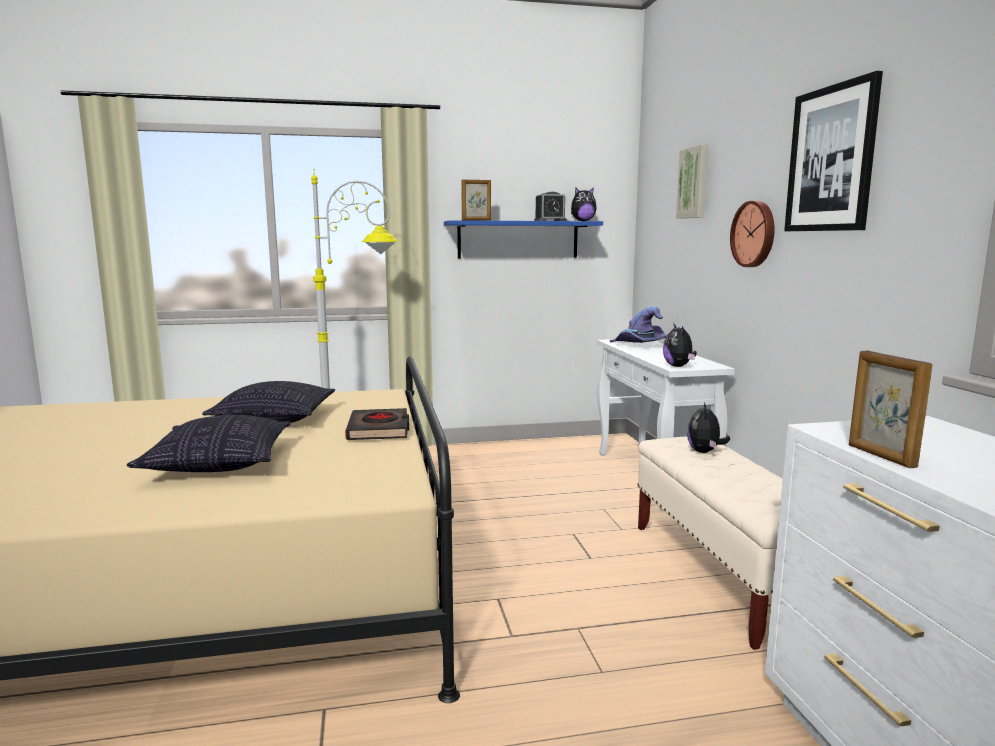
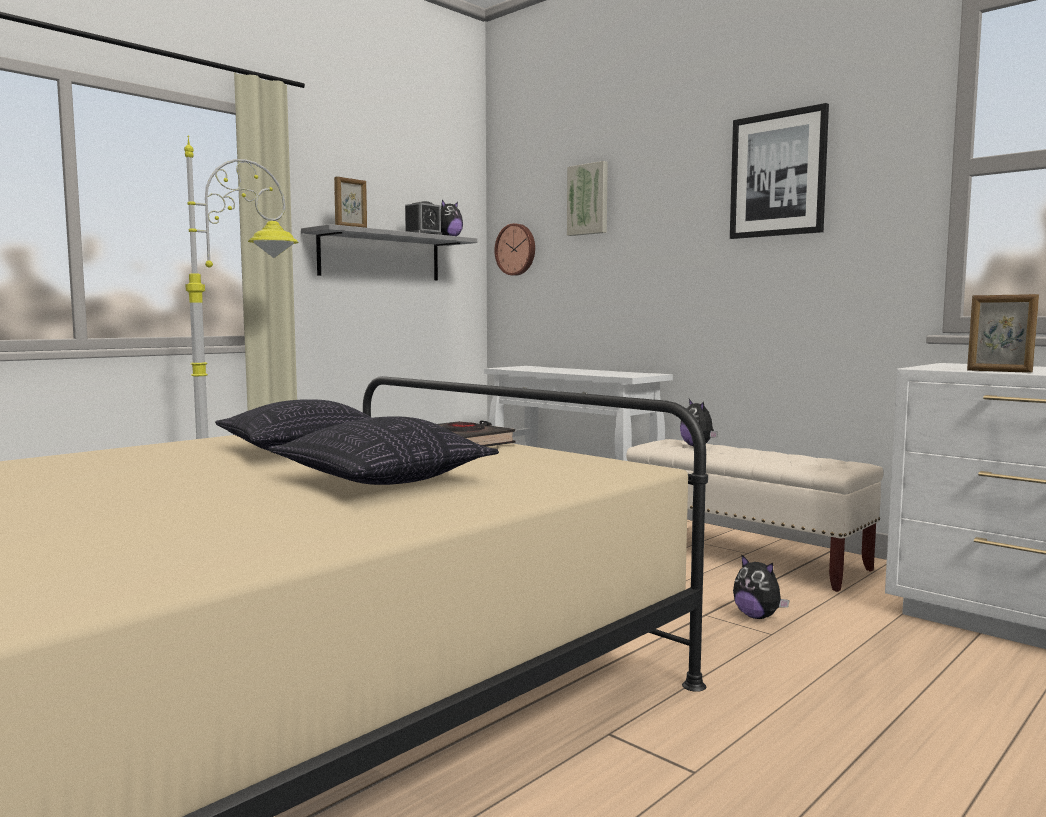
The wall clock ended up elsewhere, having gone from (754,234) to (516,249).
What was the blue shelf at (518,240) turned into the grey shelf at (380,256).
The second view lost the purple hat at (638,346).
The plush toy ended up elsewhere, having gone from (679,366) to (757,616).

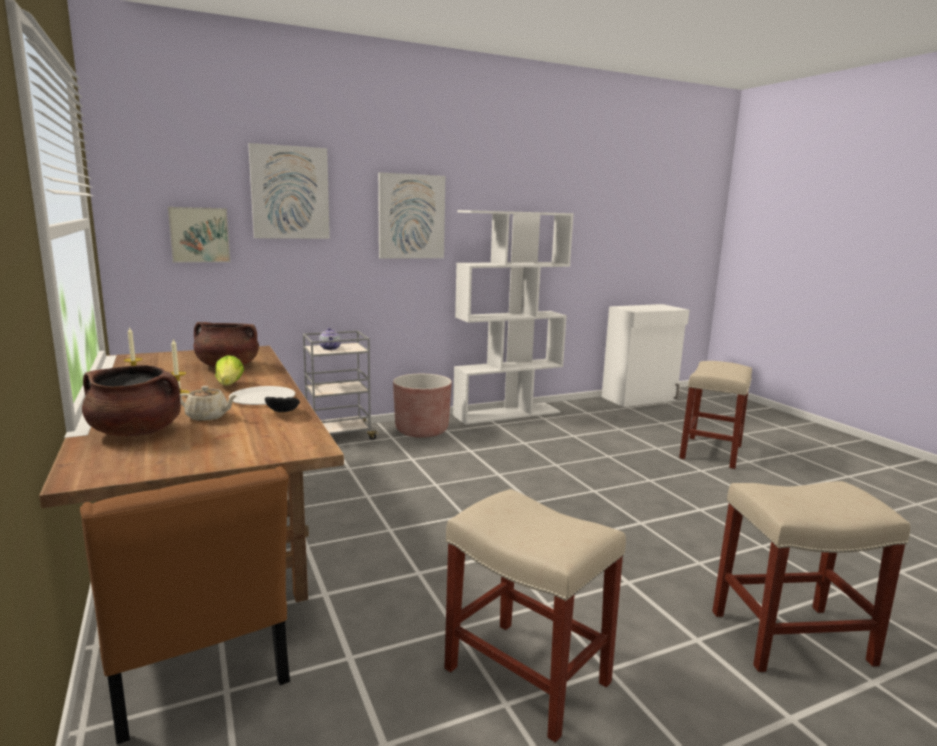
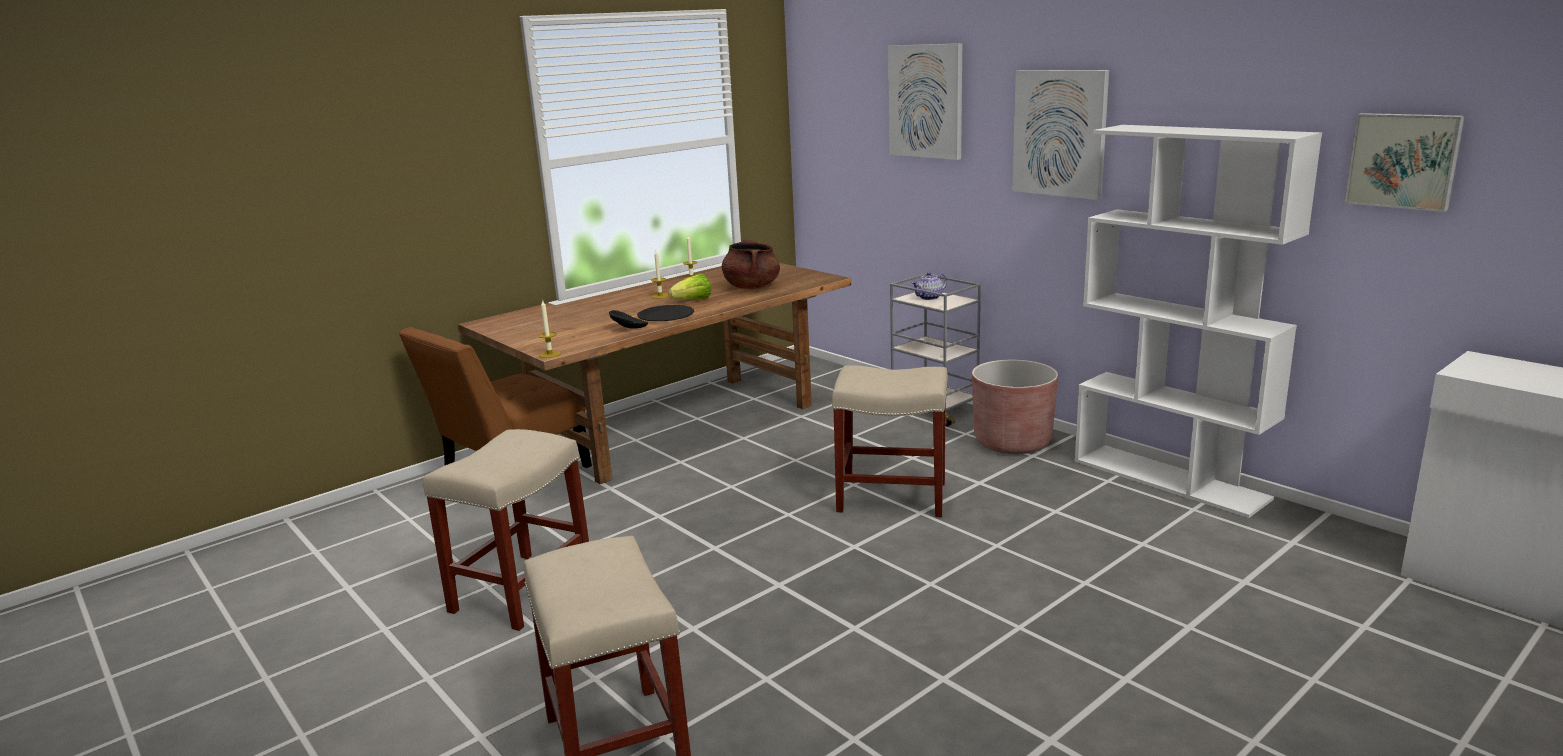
The picture ended up elsewhere, having gone from (199,234) to (1404,160).
The beige stool ended up elsewhere, having gone from (710,451) to (893,497).
The second view lost the brown cooking pot at (136,432).
The second view lost the beige teapot at (208,417).
What was the white plate at (262,398) turned into the black plate at (665,315).
The second view gained the candle at (550,354).

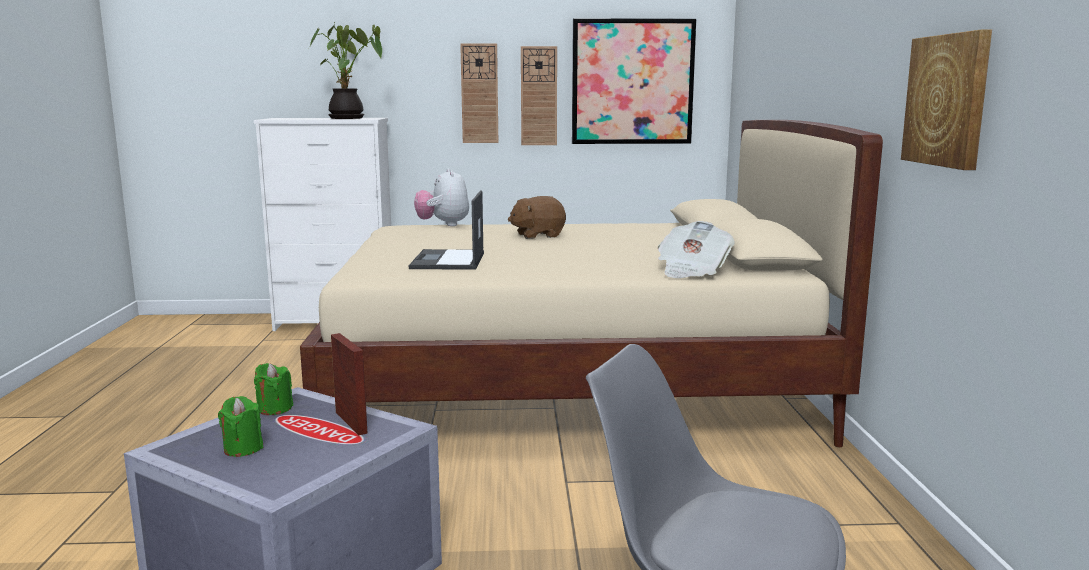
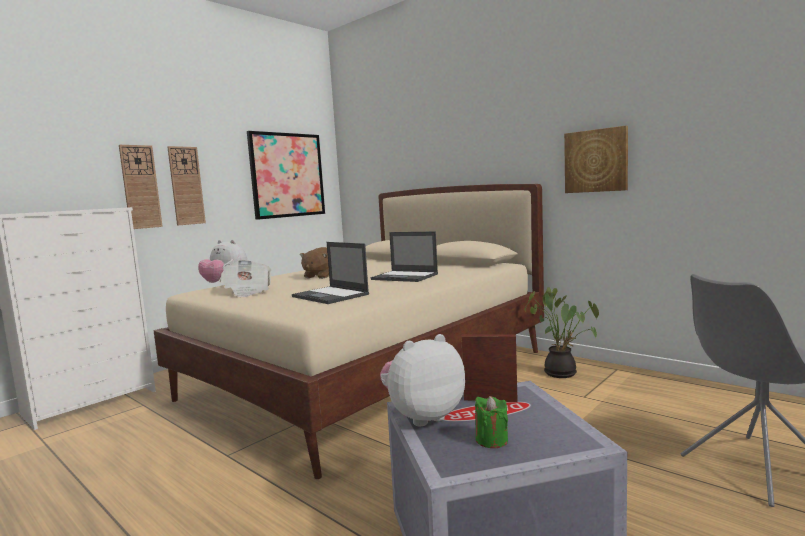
The potted plant ended up elsewhere, having gone from (349,118) to (562,372).
The wall clock ended up elsewhere, having gone from (538,96) to (140,187).
The newspaper ended up elsewhere, having gone from (692,271) to (247,292).
Where the green candle stood at (274,409), the plush toy came to stand at (422,416).
The second view gained the laptop at (405,277).

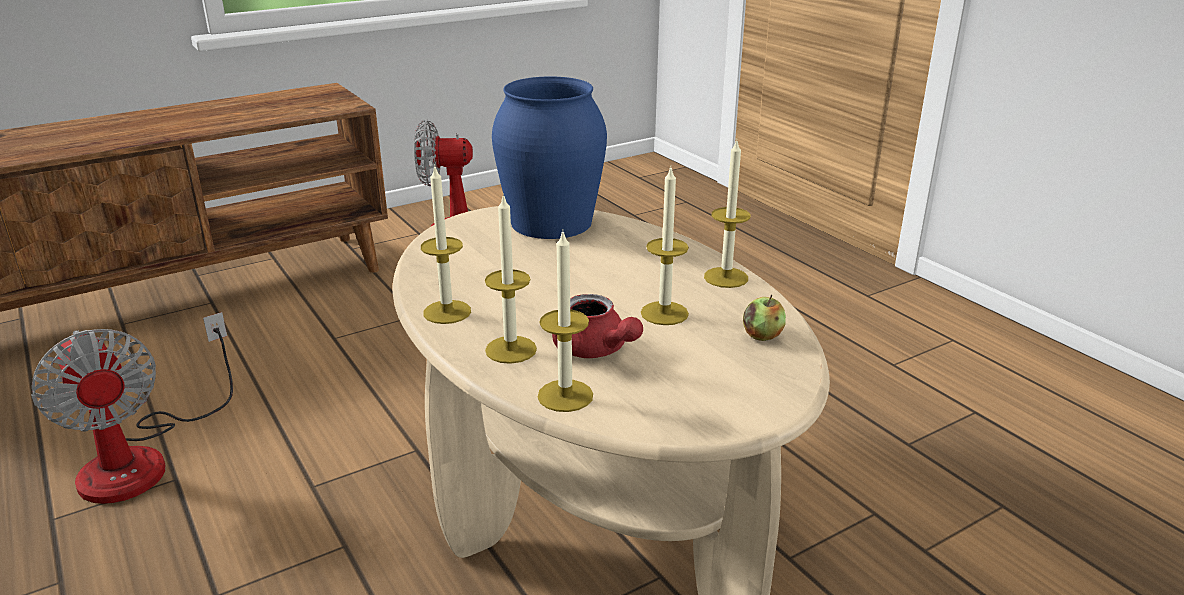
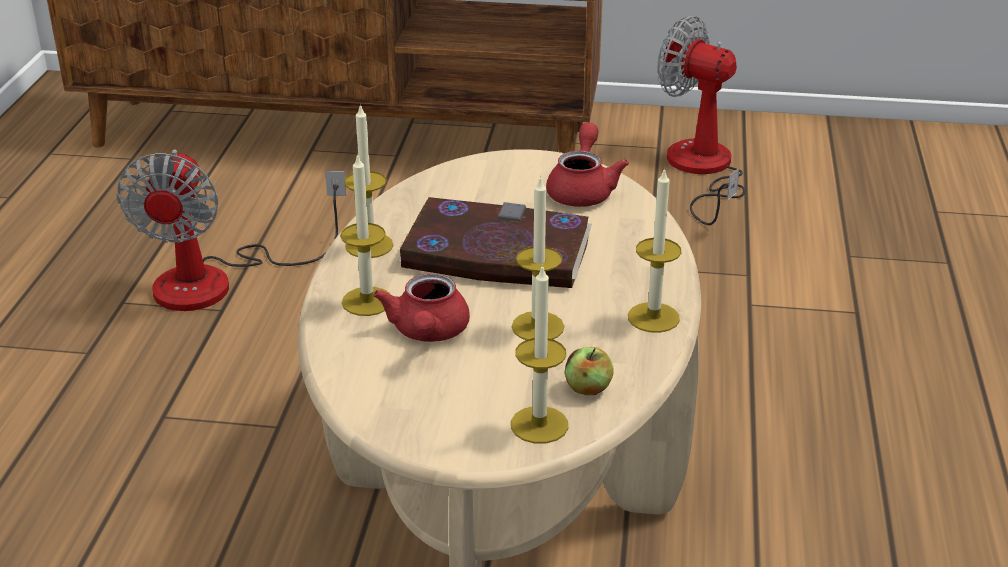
Where the blue vase stood at (550,222), the red teapot came to stand at (582,190).
The candle ended up elsewhere, having gone from (565,395) to (539,425).
The second view gained the book at (495,252).

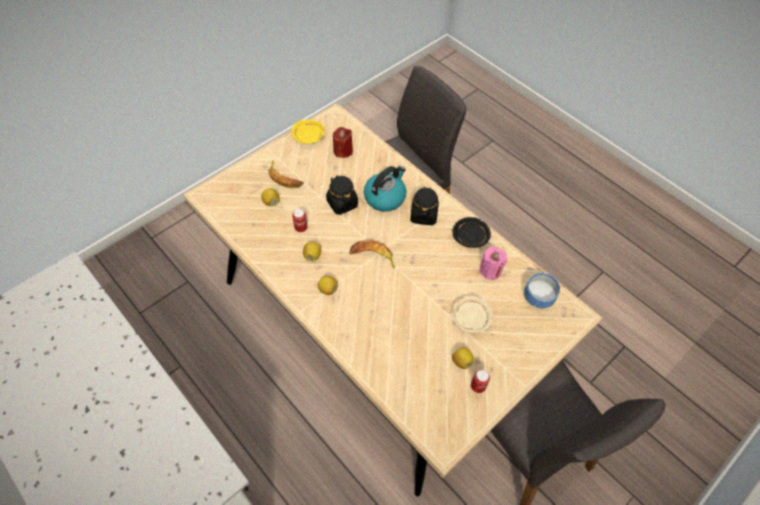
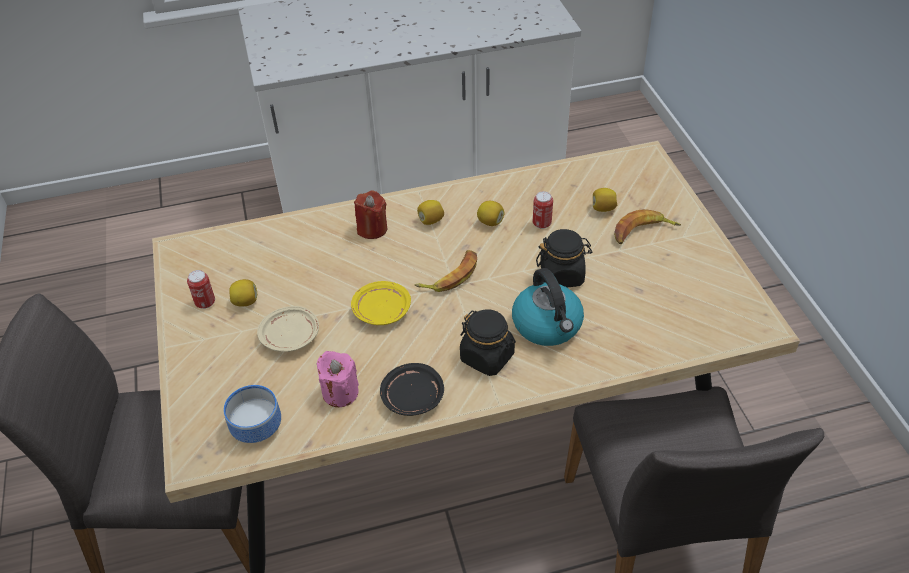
The yellow plate ended up elsewhere, having gone from (308,136) to (381,311).
The red candle ended up elsewhere, having gone from (343,151) to (372,229).

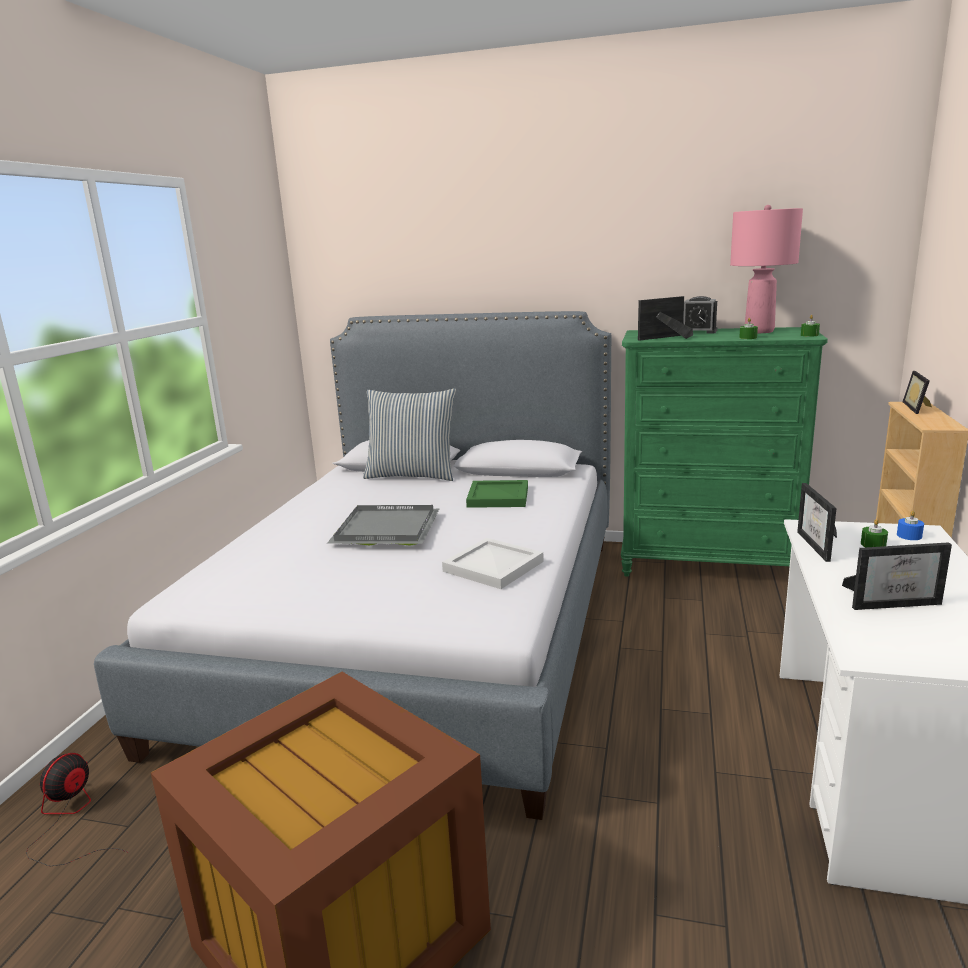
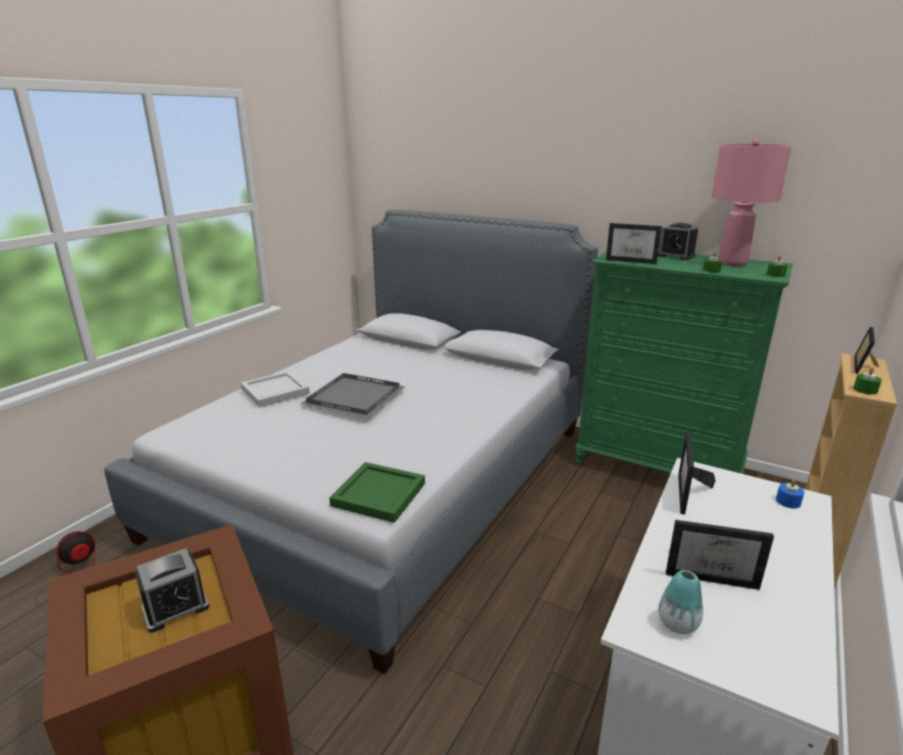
The picture frame at (663,338) ended up facing another way, 150 degrees counterclockwise from before.
The second view lost the pillow at (412,475).
The green tray ended up elsewhere, having gone from (499,497) to (379,495).
The green candle ended up elsewhere, having gone from (873,544) to (865,390).
The white tray ended up elsewhere, having gone from (491,566) to (274,391).
The second view gained the alarm clock at (175,608).
The second view gained the vase at (677,624).

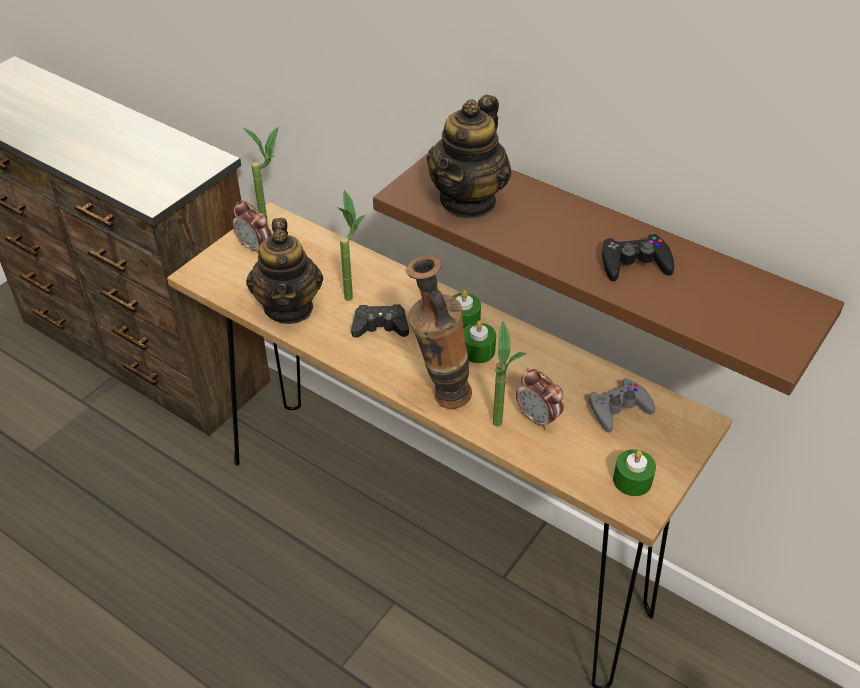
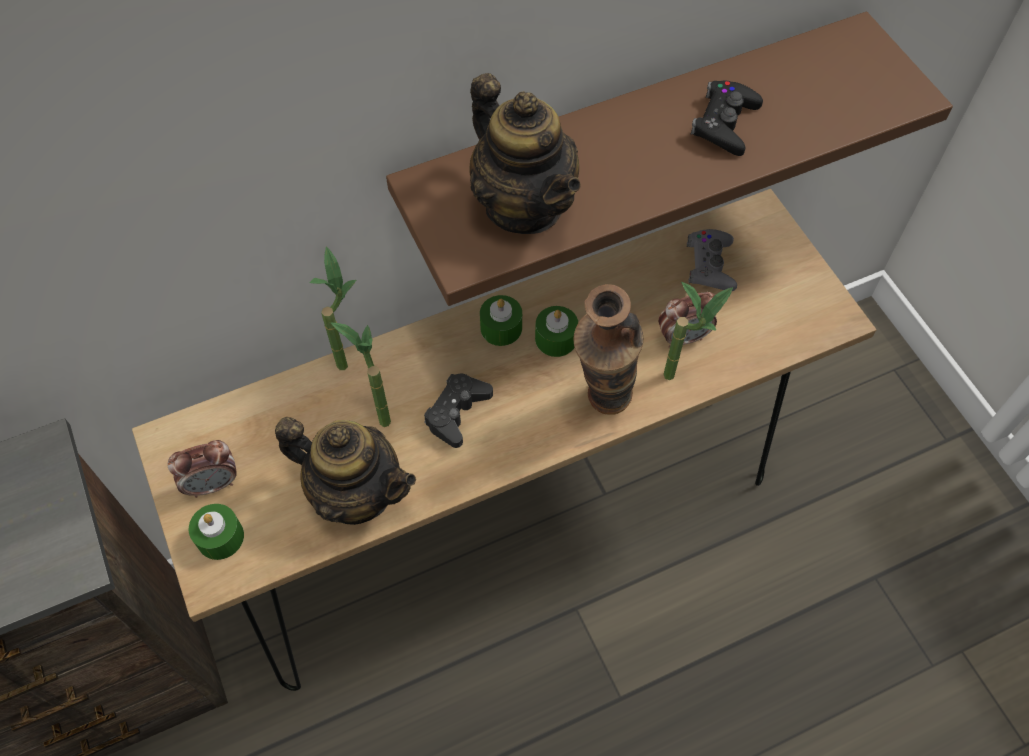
The potted plant ended up elsewhere, having gone from (272,220) to (347,356).
The green candle ended up elsewhere, having gone from (632,480) to (220,537).

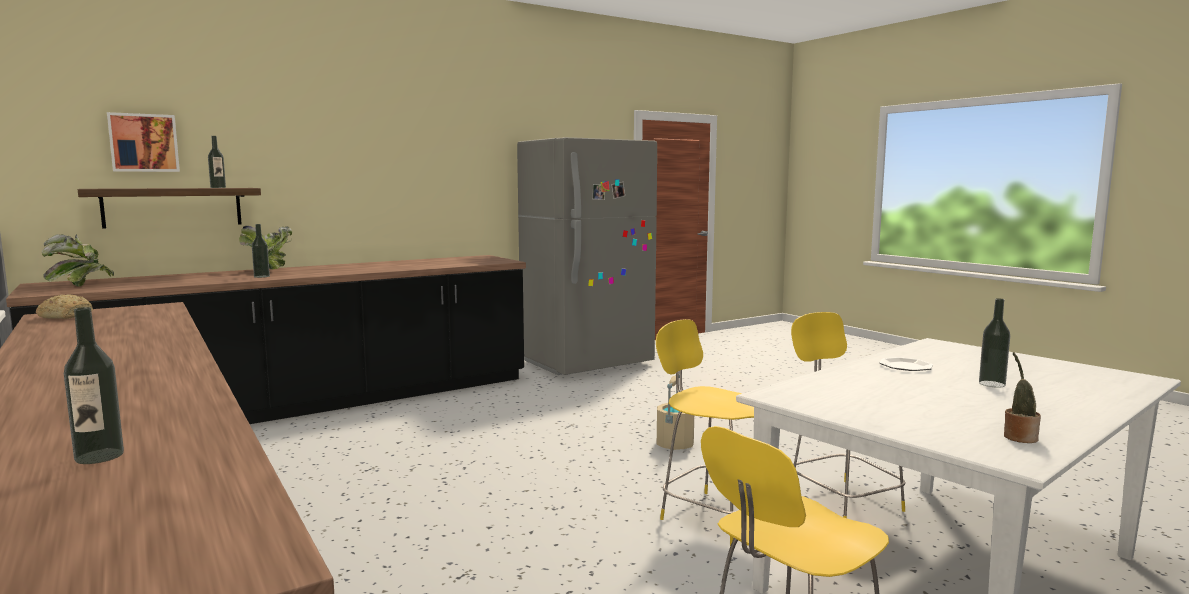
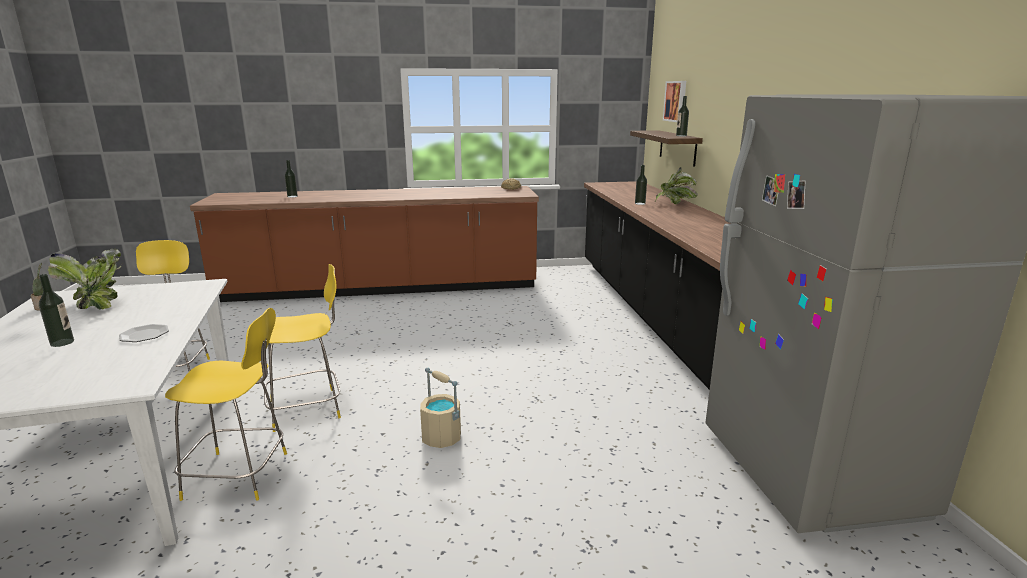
The potted plant ended up elsewhere, having gone from (80,285) to (99,305).

